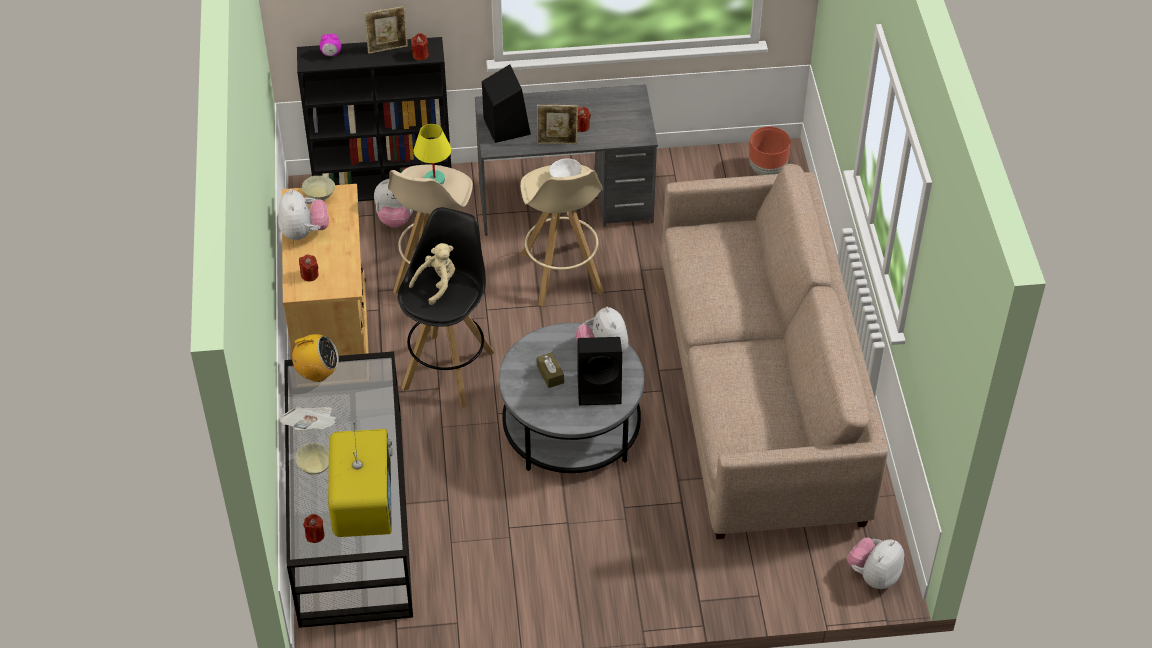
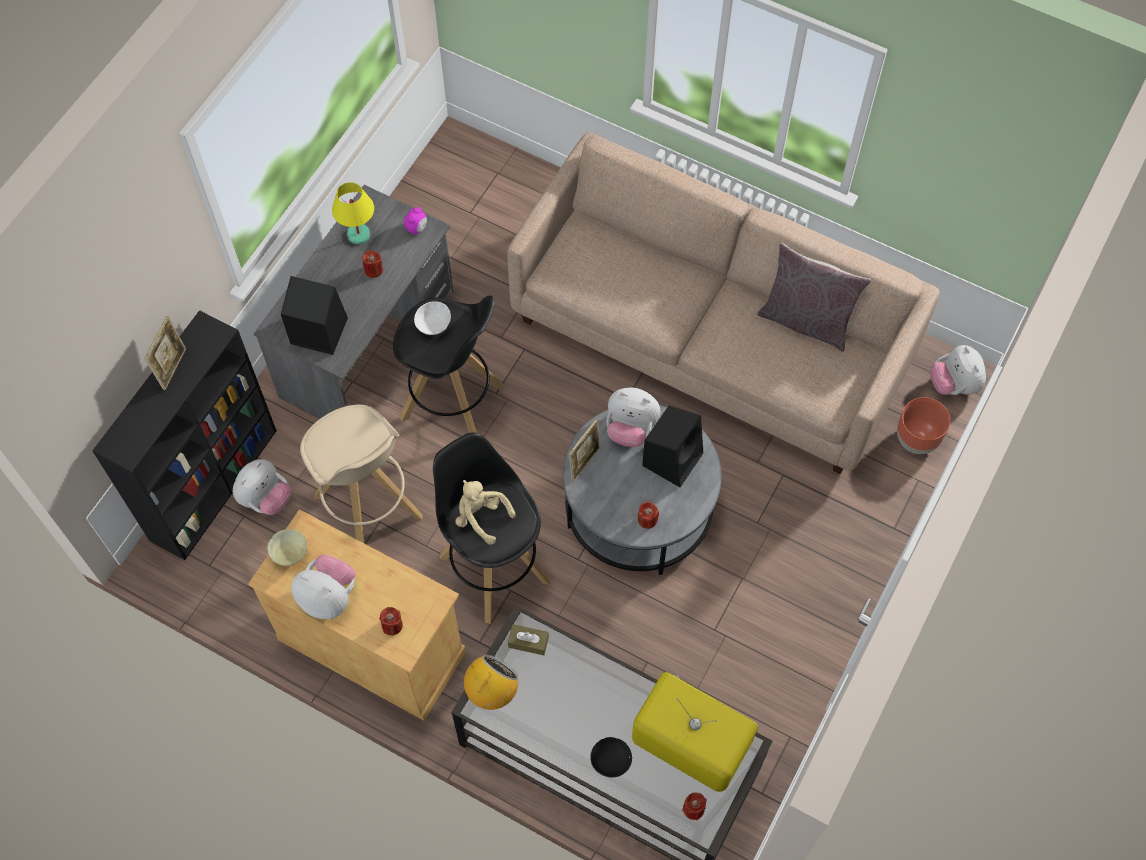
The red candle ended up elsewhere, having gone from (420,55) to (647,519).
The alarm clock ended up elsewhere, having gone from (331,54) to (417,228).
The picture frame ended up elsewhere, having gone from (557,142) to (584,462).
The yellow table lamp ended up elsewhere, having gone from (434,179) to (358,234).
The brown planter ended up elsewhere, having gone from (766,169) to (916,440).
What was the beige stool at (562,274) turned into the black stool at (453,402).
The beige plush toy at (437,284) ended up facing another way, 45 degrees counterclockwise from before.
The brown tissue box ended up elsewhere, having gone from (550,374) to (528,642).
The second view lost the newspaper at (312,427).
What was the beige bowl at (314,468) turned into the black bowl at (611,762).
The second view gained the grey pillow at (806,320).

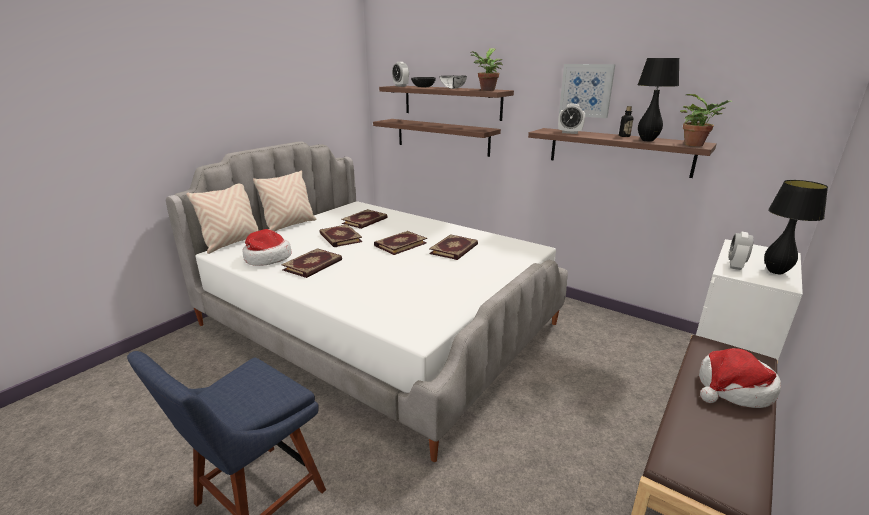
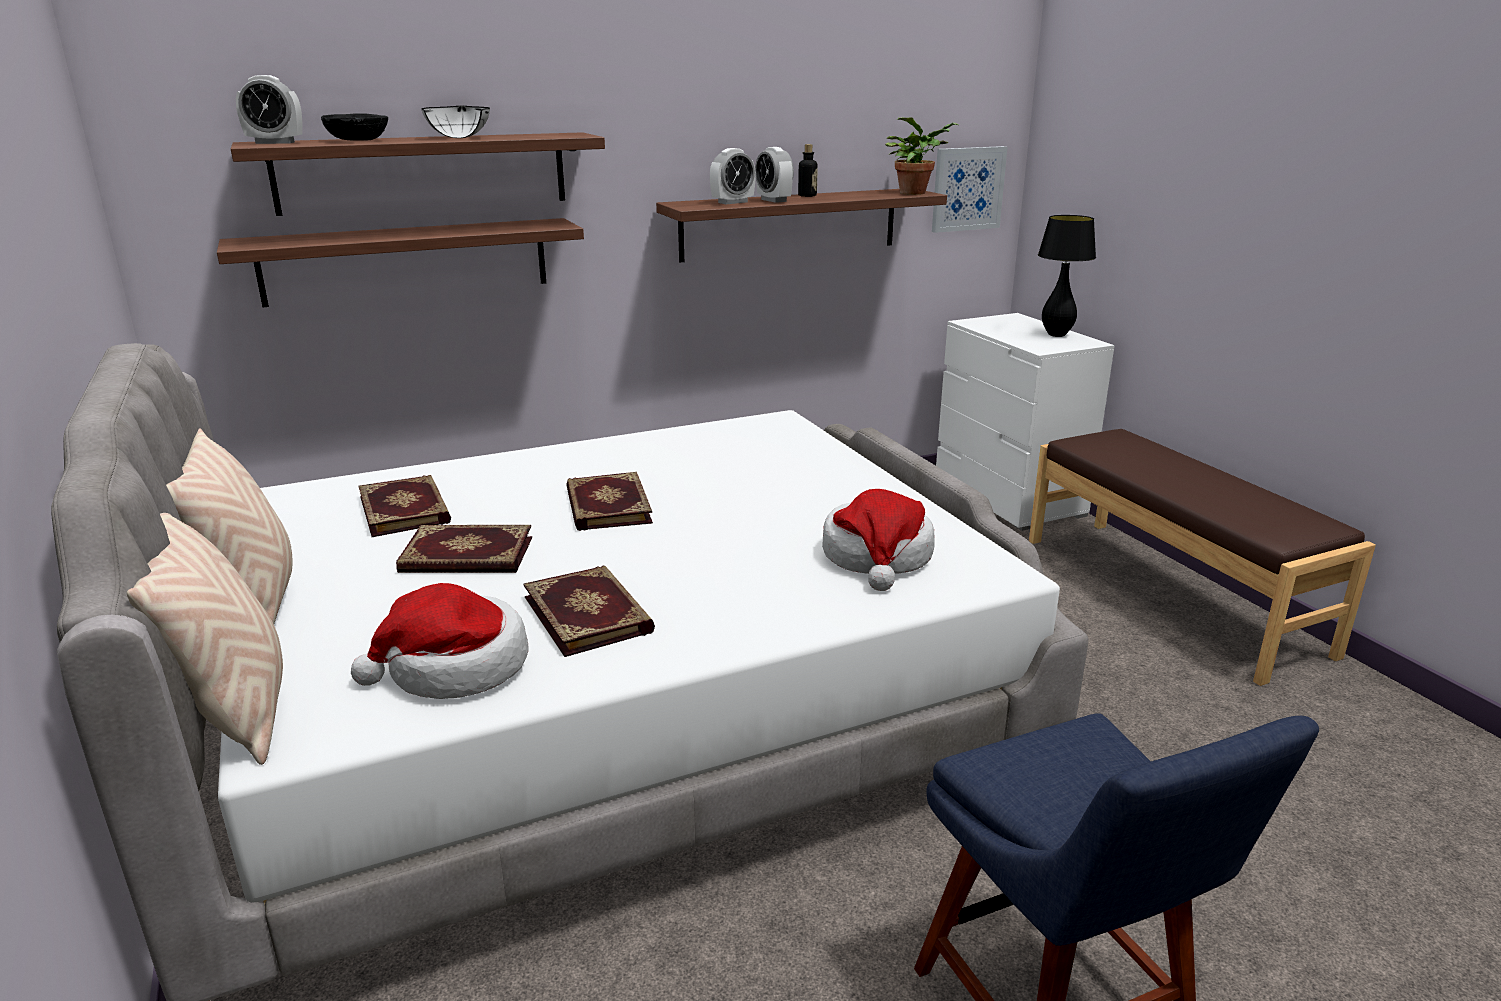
The second view lost the potted plant at (486,90).
The second view lost the black table lamp at (647,140).
The picture ended up elsewhere, having gone from (586,90) to (967,189).
The alarm clock ended up elsewhere, having gone from (735,265) to (774,200).
The second view lost the book at (454,249).
The hat ended up elsewhere, having gone from (733,389) to (878,557).

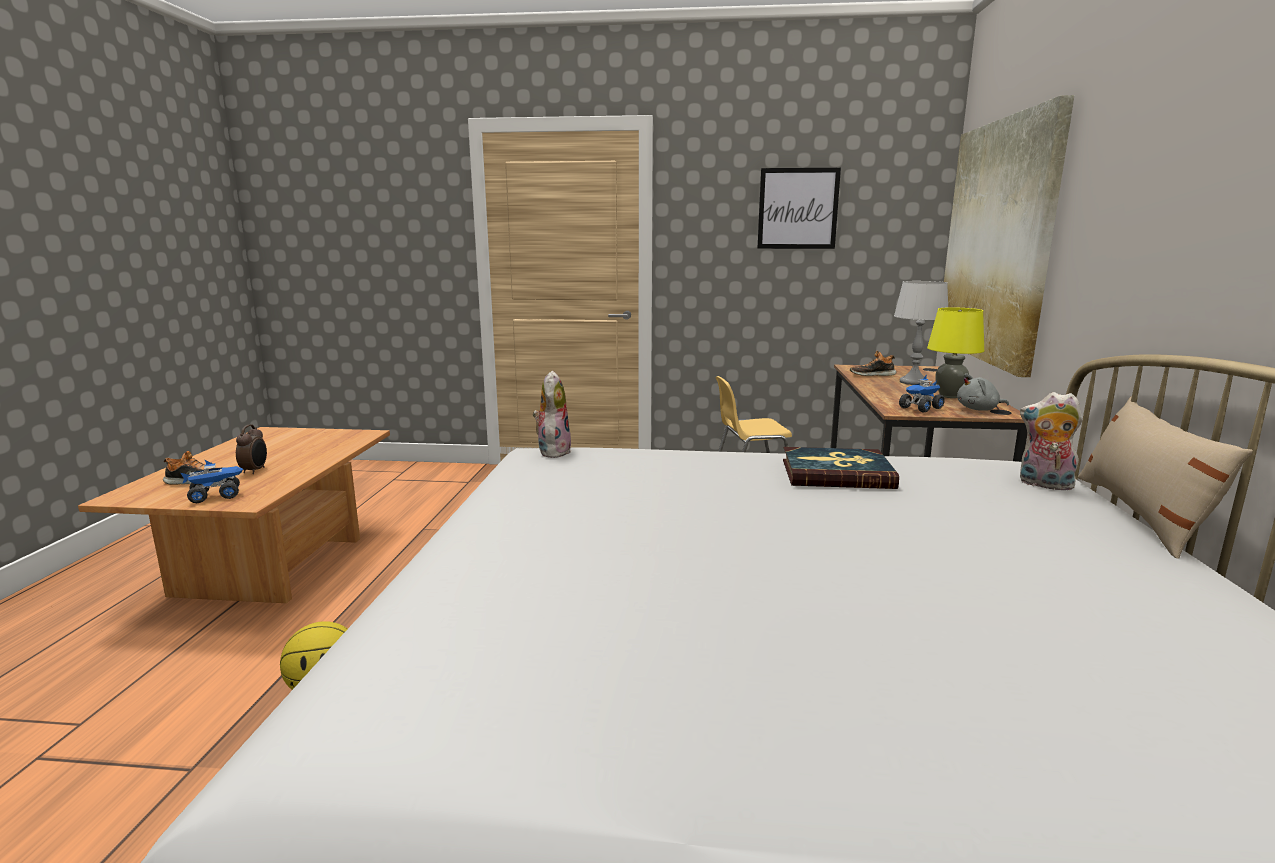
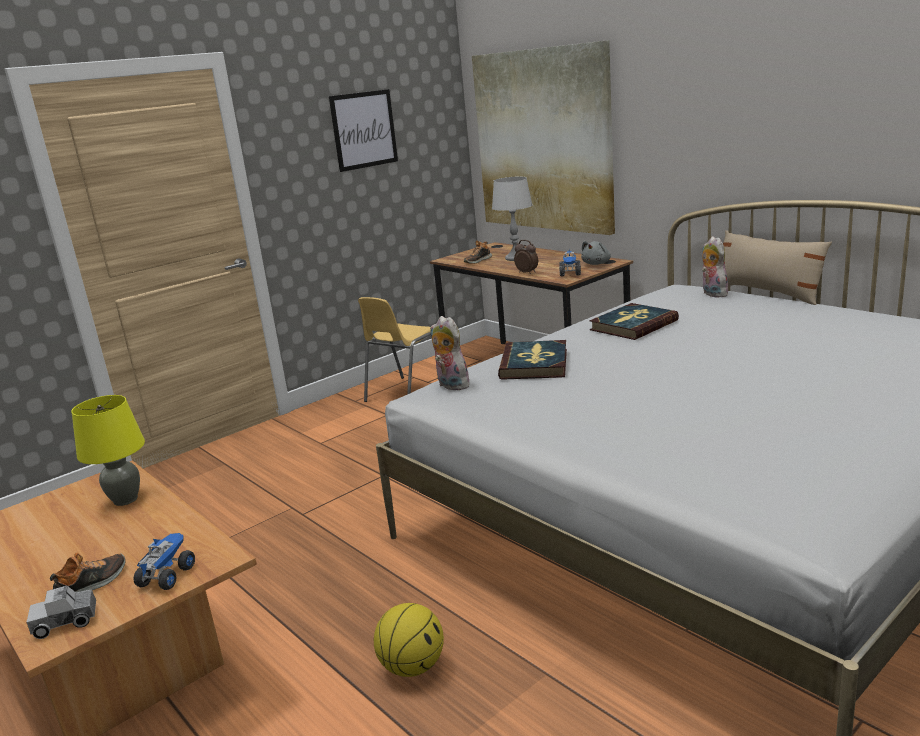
The yellow table lamp ended up elsewhere, having gone from (949,396) to (126,500).
The plush toy at (1043,485) ended up facing another way, 90 degrees clockwise from before.
The alarm clock ended up elsewhere, having gone from (255,471) to (527,273).
The second view gained the book at (534,364).
The second view gained the toy truck at (66,622).

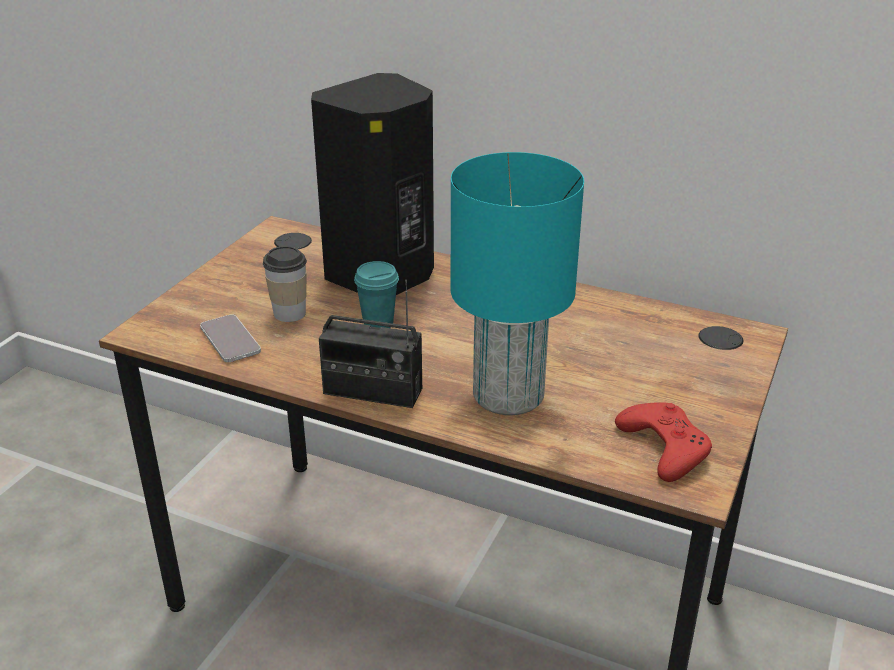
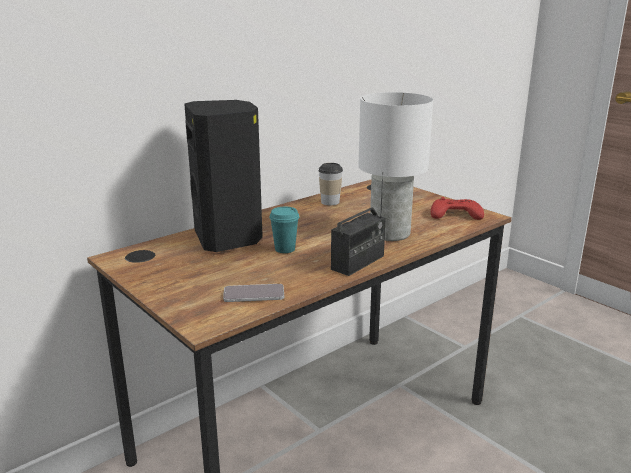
What was the turquoise table lamp at (509,394) turned into the white table lamp at (389,233).
The cup ended up elsewhere, having gone from (289,313) to (330,202).

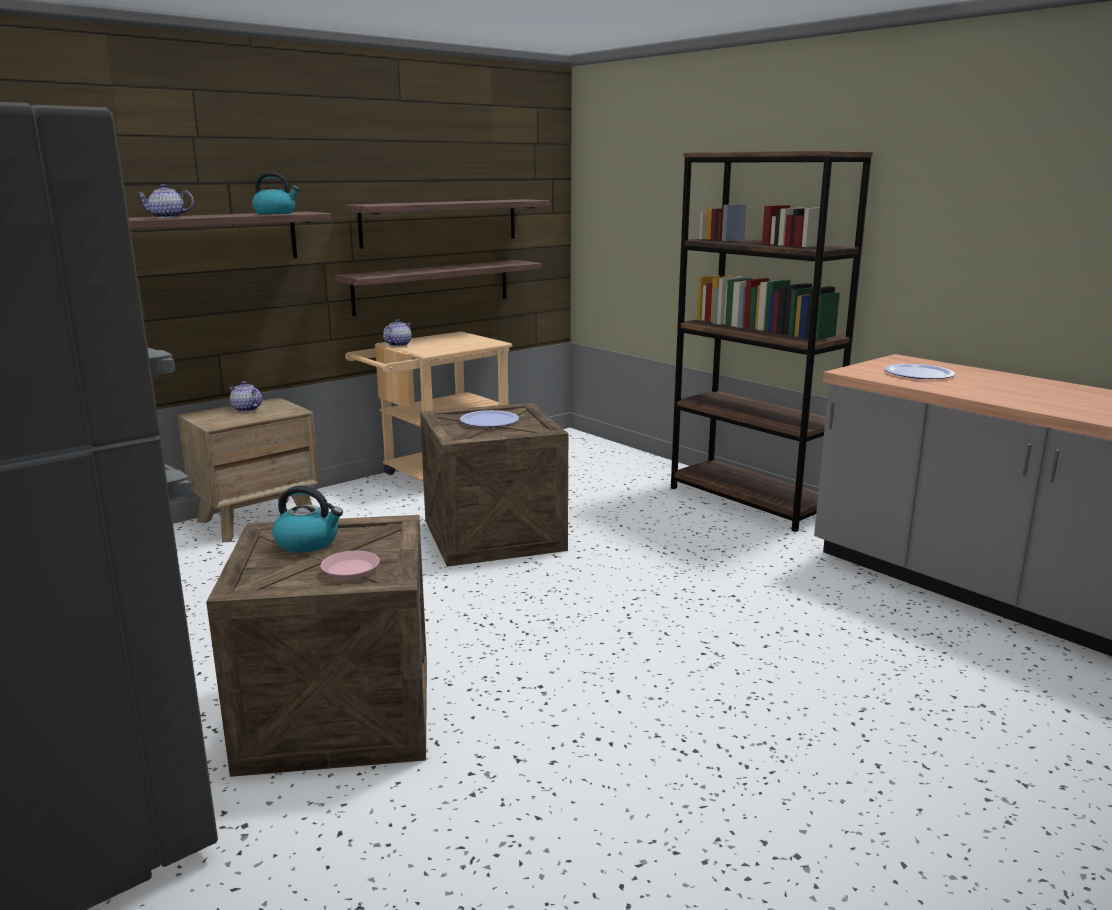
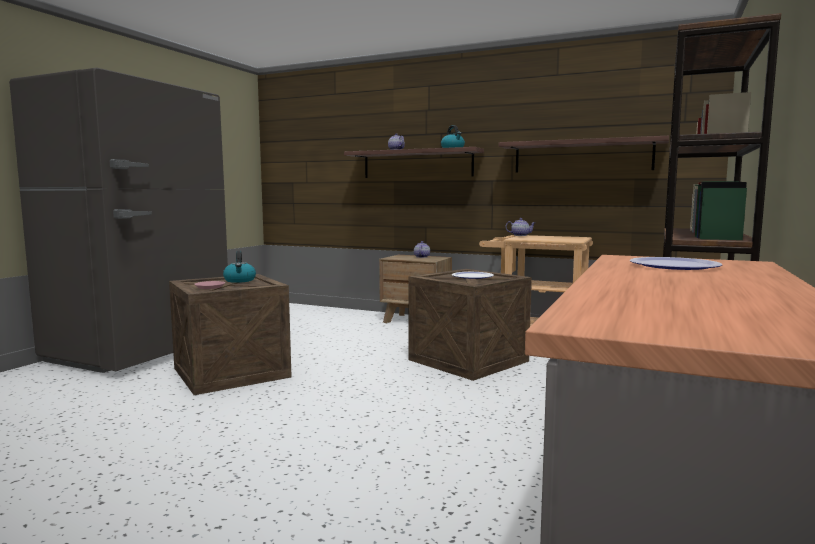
The second view lost the shelf at (432,287).

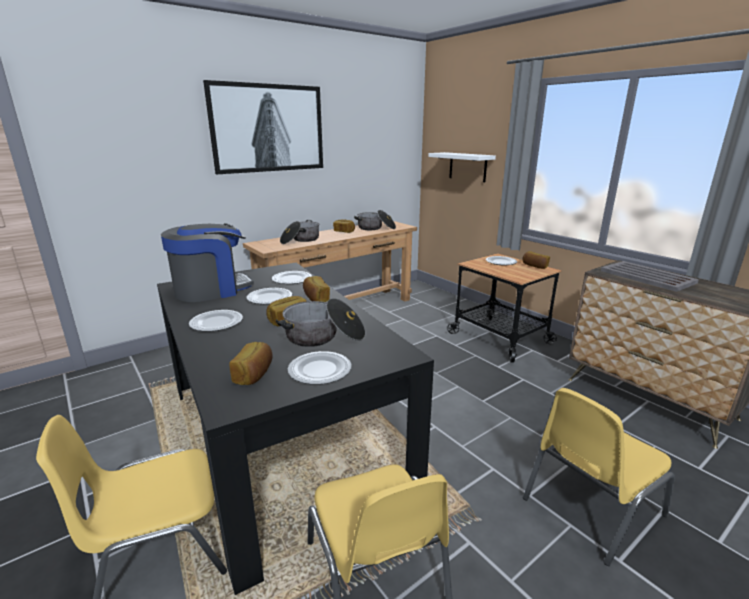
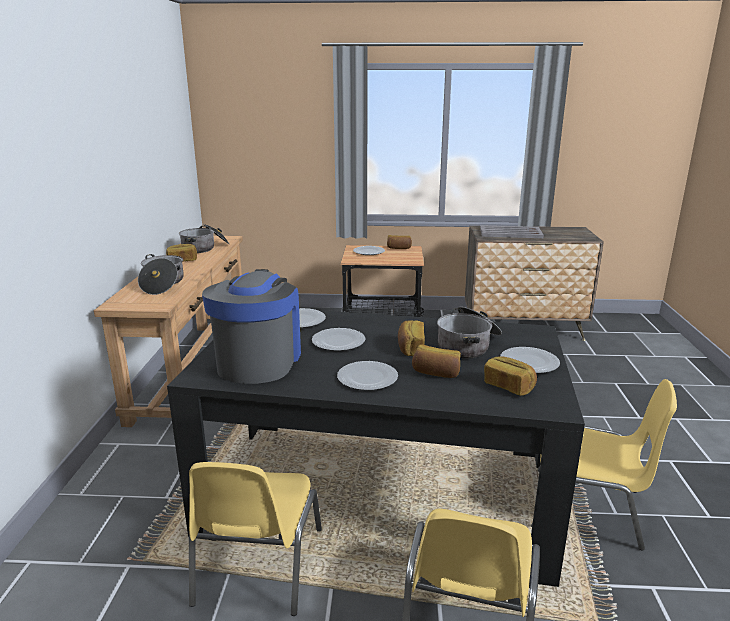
The second view lost the picture at (269,128).
The second view lost the white shelf at (467,167).
The bread ended up elsewhere, having gone from (315,298) to (436,373).
The yellow chair ended up elsewhere, having gone from (589,506) to (257,567).

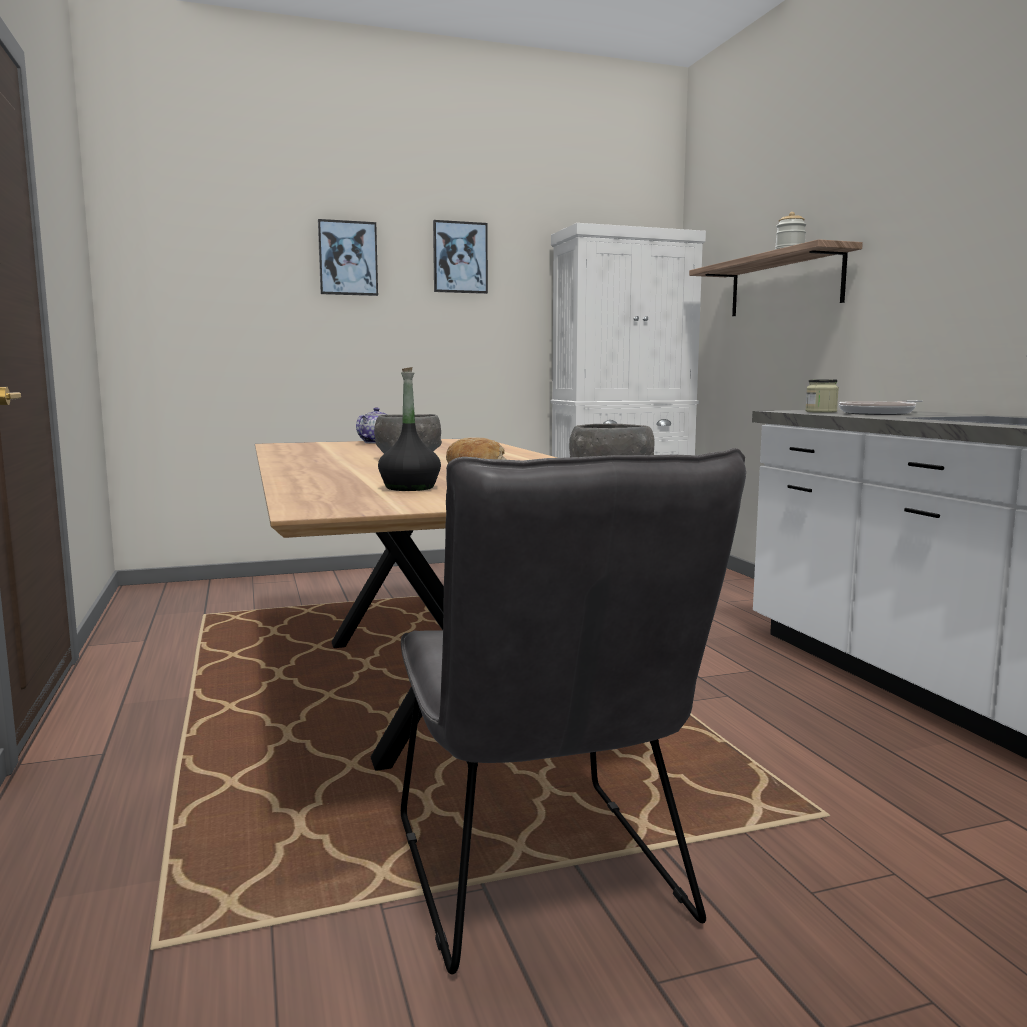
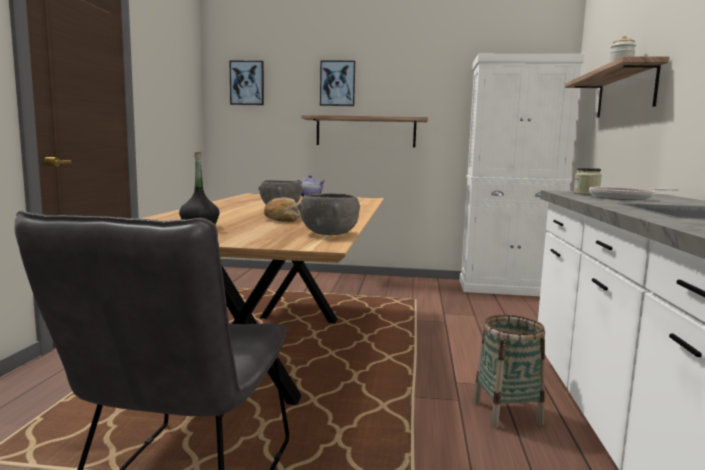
The picture ended up elsewhere, having gone from (460,257) to (247,83).
The second view gained the shelf at (365,132).
The second view gained the basket at (507,412).

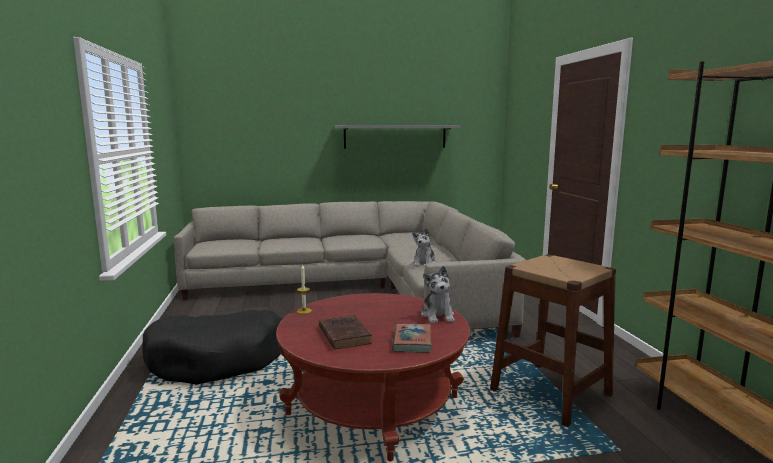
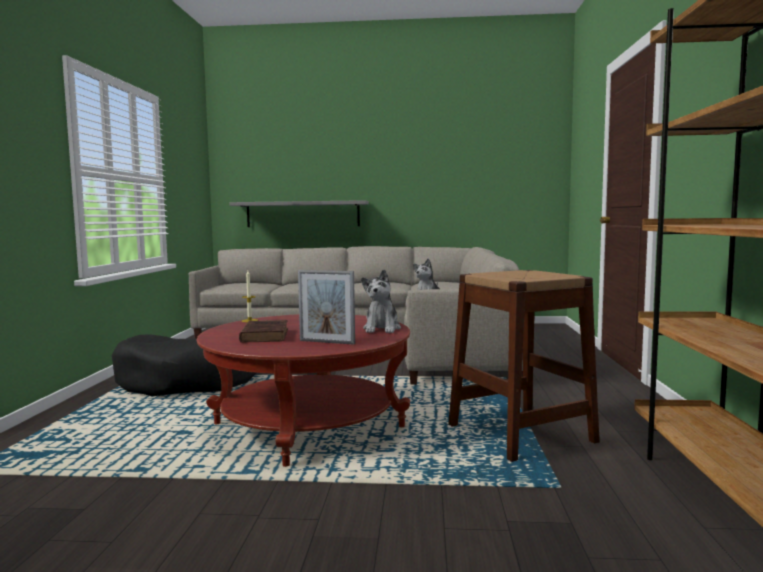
The grey shelf ended up elsewhere, having gone from (395,136) to (303,214).
Where the book stood at (412,341), the picture frame came to stand at (327,342).

